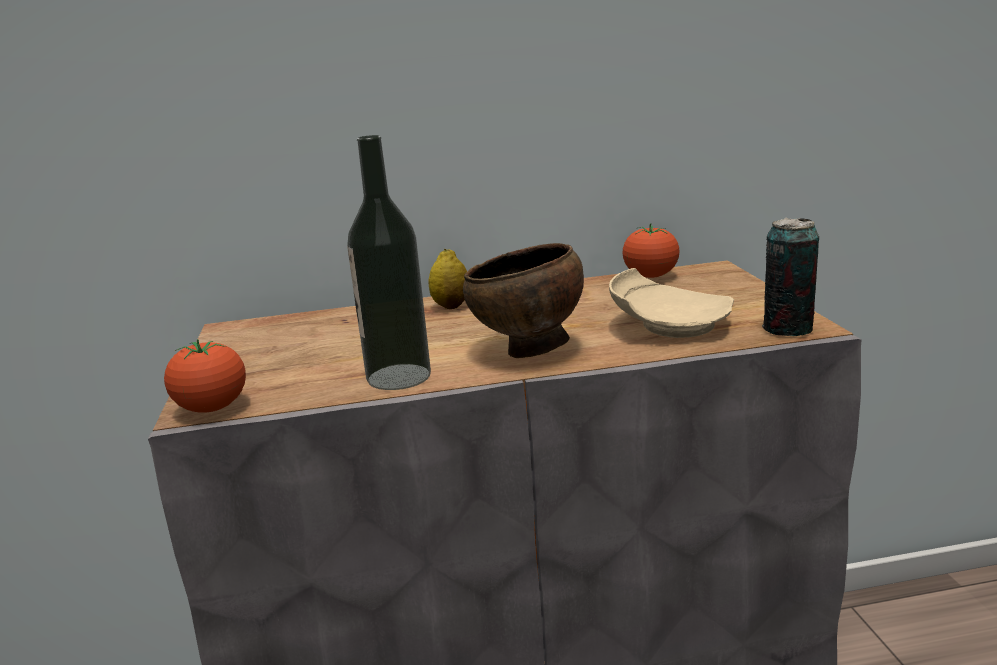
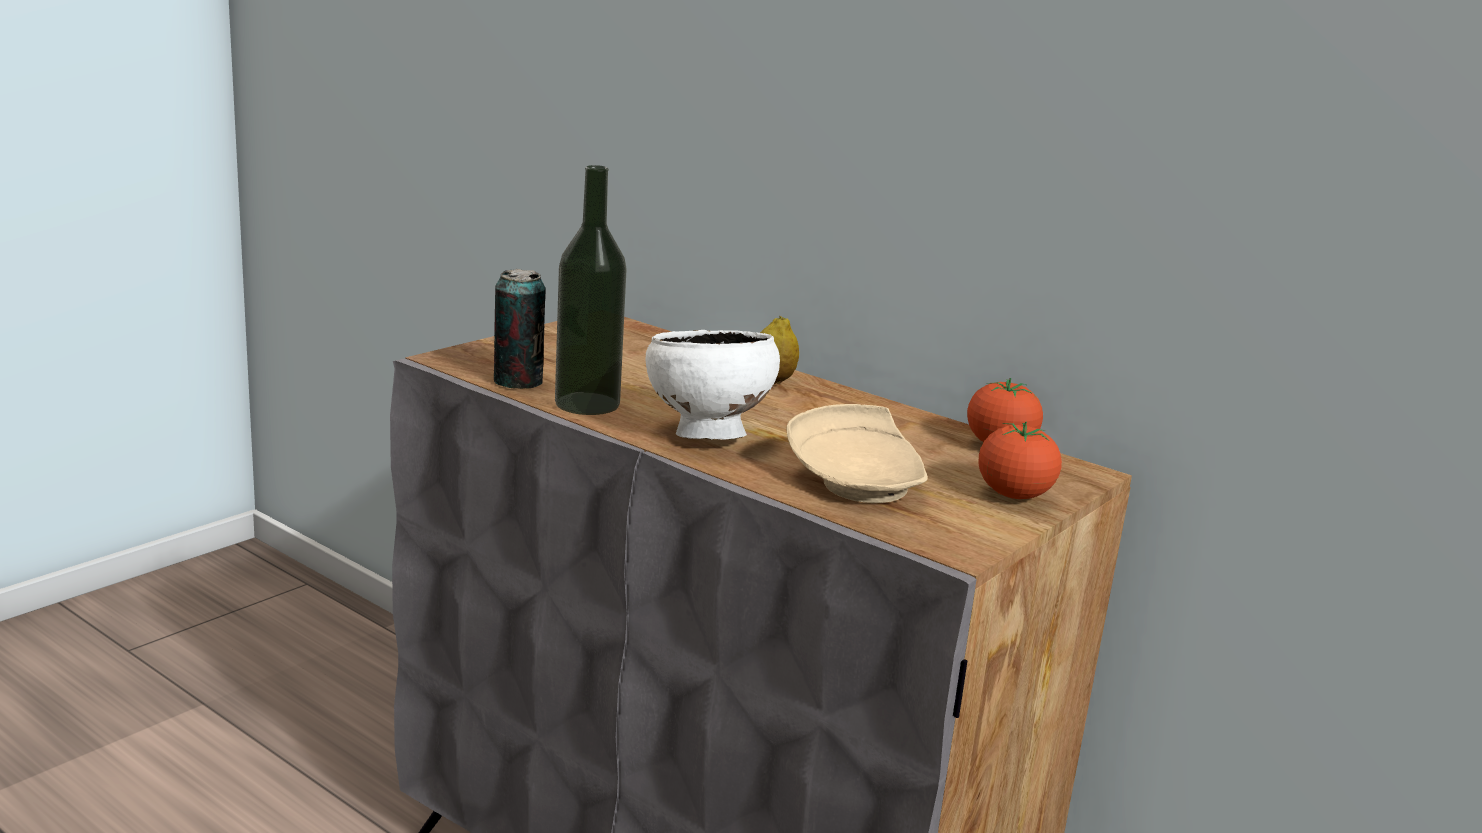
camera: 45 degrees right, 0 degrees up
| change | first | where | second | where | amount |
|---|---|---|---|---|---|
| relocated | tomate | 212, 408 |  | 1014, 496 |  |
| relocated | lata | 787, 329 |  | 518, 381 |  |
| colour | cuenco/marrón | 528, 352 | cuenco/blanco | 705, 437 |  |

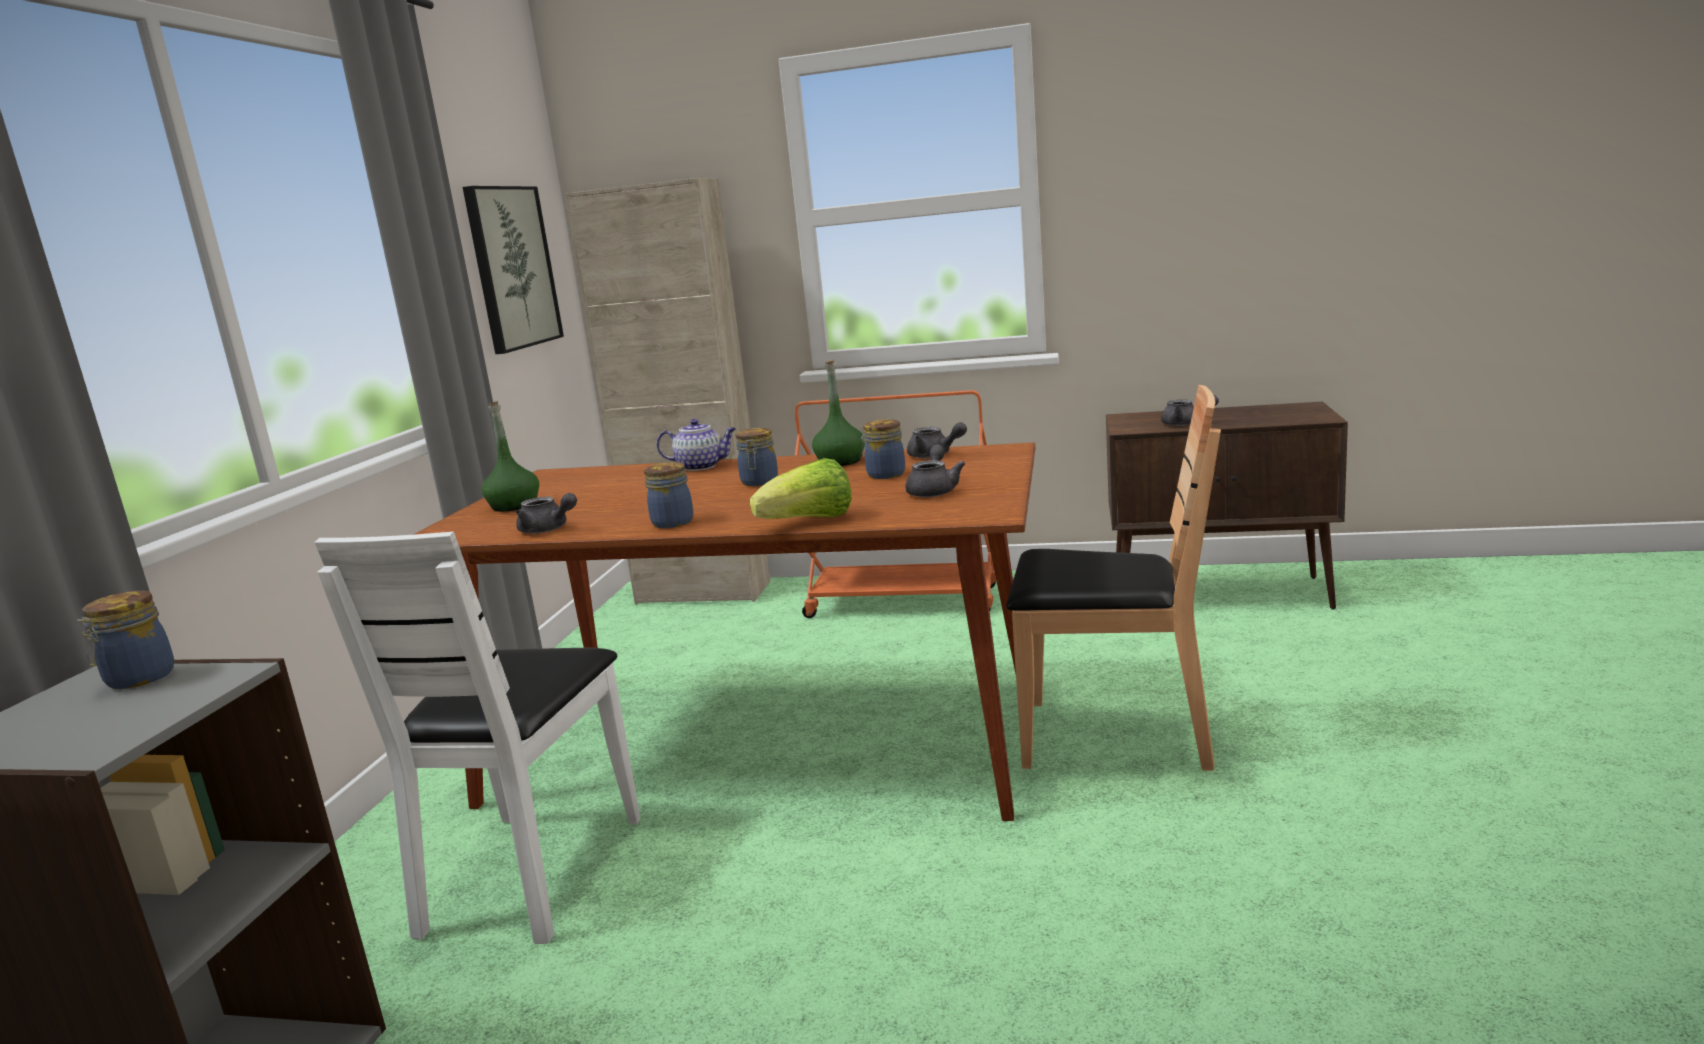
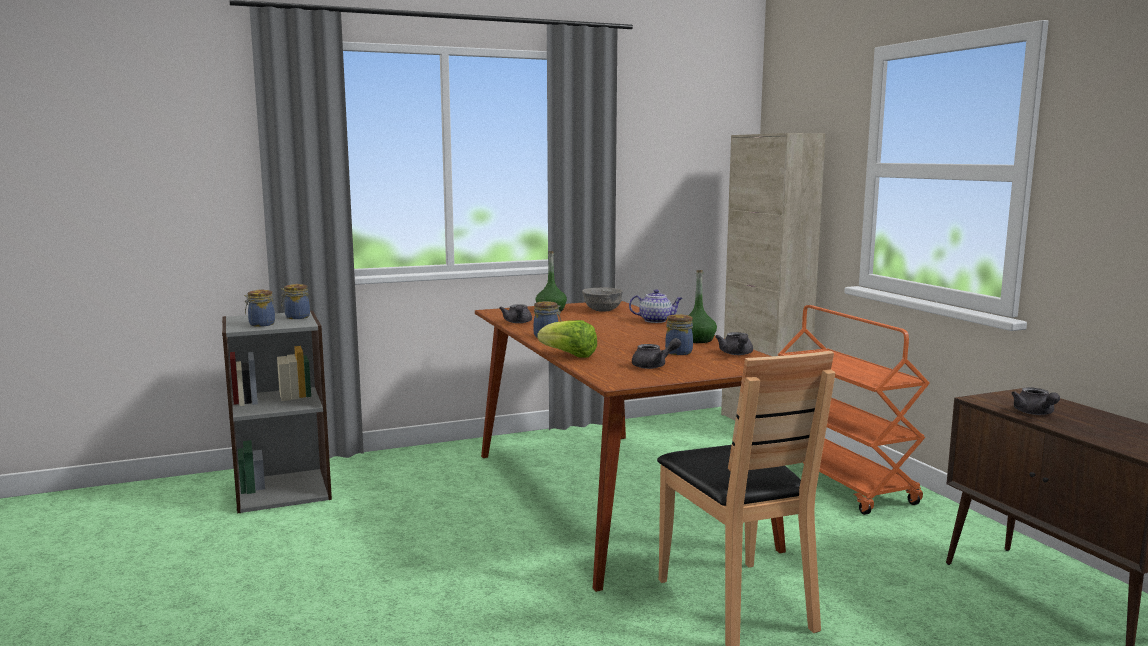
camera: 55 degrees right, 5 degrees down
| change | first | where | second | where | amount |
|---|---|---|---|---|---|
| missing | silla/blanco | 531, 872 |  |  |  |
| missing | cuadro | 512, 268 |  |  |  |
| appeared |  |  | cuenco/gris | 603, 310 |  |
| relocated | tarro | 759, 482 |  | 260, 324 |  |
| spun | tetera | 701, 466 |  | 656, 320 | 60 degrees counterclockwise |

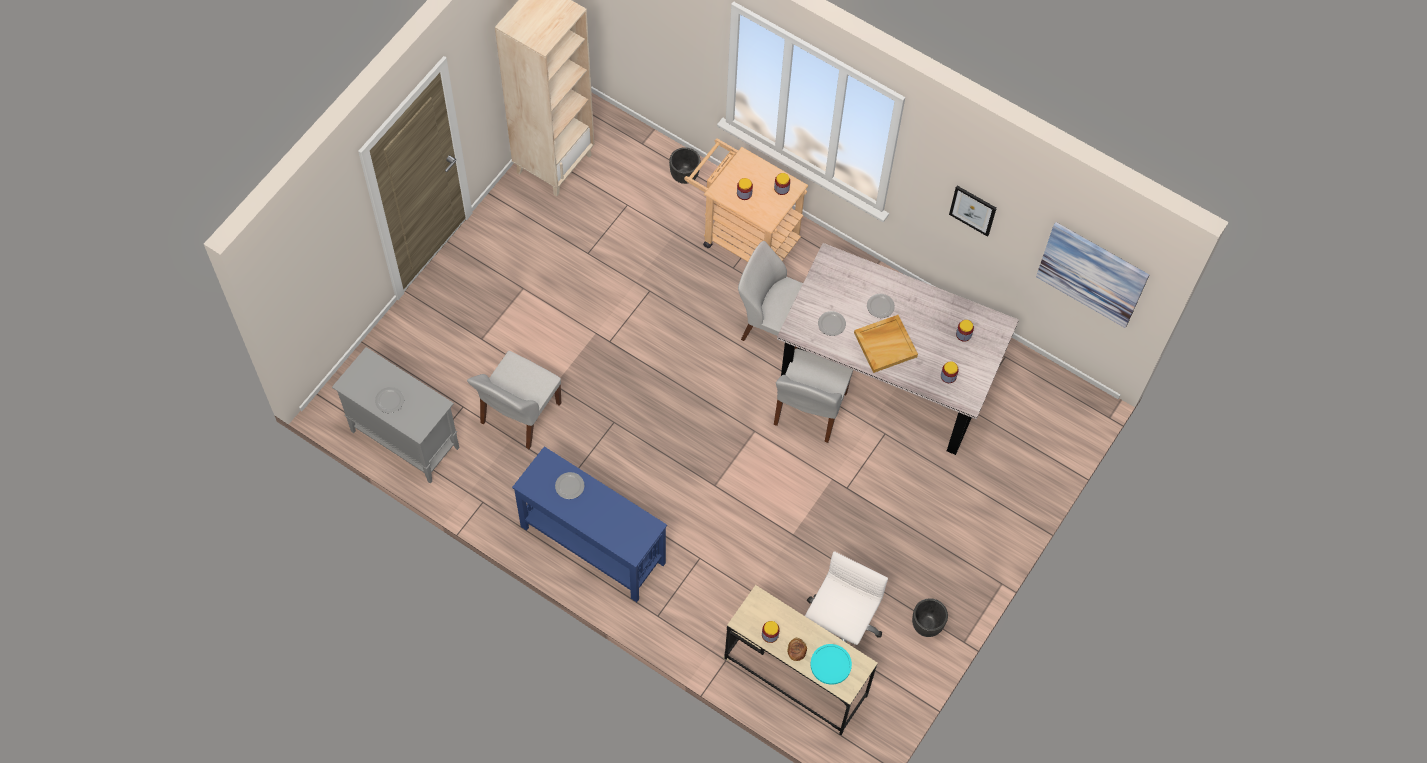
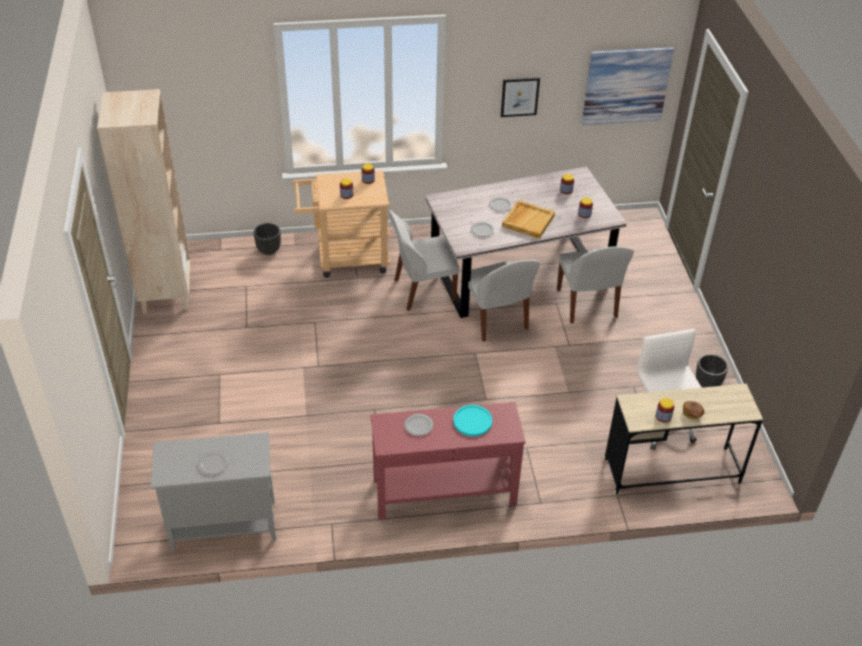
camera: 40 degrees left, 20 degrees down
| change | first | where | second | where | amount |
|---|---|---|---|---|---|
| relocated | silla/blanco | 519, 415 |  | 587, 305 |  |
| relocated | plato/turquesa | 830, 664 |  | 472, 421 |  |
| colour | mesa consola/azul | 592, 544 | mesa consola/rojo | 443, 492 |  |

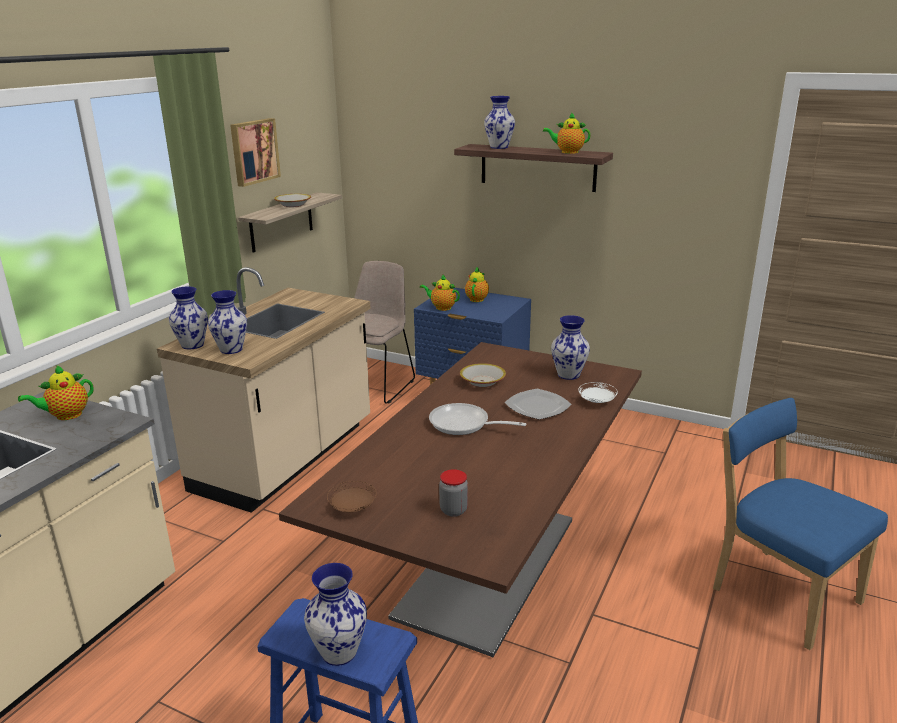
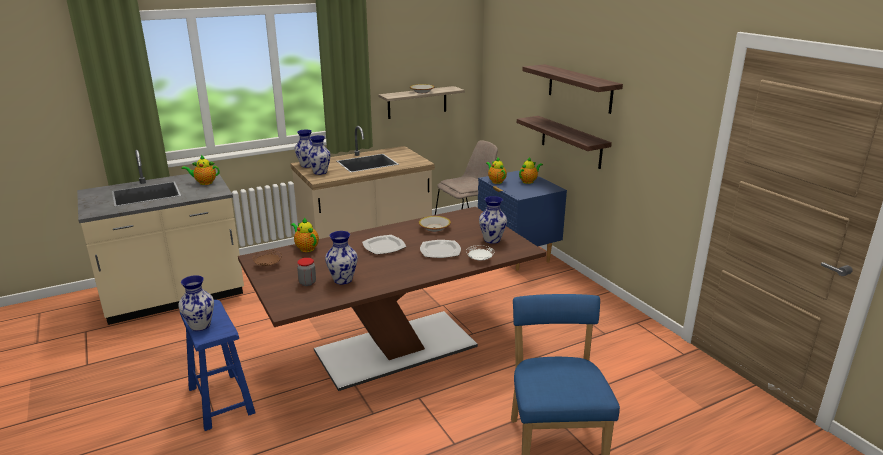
camera: 35 degrees right, 0 degrees up
| change | first | where | second | where | amount |
|---|---|---|---|---|---|
| missing | cuadro | 253, 151 |  |  |  |
| appeared |  |  | estante | 571, 142 |  |
| relocated | florero | 499, 147 |  | 343, 280 |  |
| relocated | tetera | 567, 152 |  | 306, 248 |  |
| exchanged | sartén | 464, 424 | plato | 384, 246 |  |

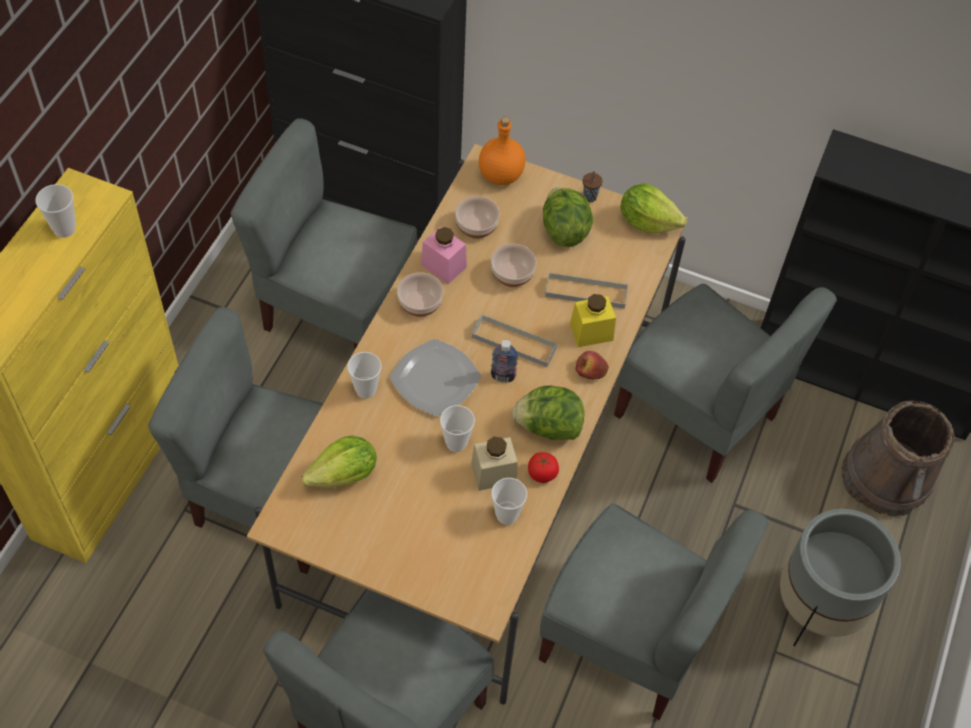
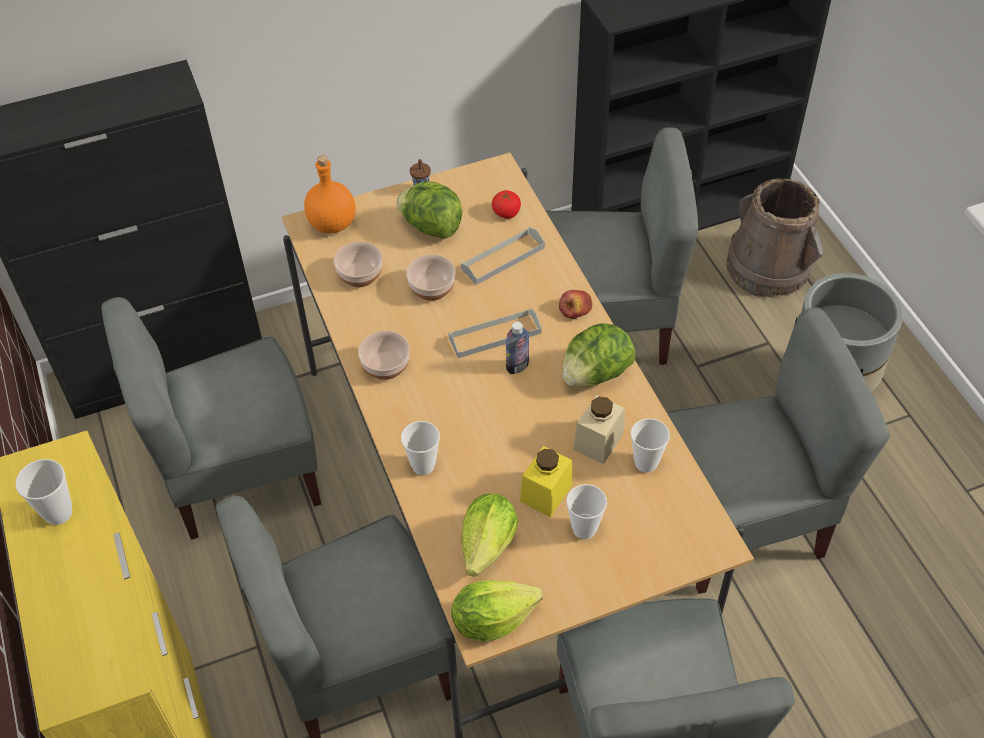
camera: 40 degrees left, 5 degrees down
| change | first | where | second | where | amount |
|---|---|---|---|---|---|
| missing | plato | 436, 379 |  |  |  |
| missing | tarro/rosa | 443, 266 |  |  |  |
| relocated | taza | 456, 443 |  | 584, 529 |  |
| relocated | tomate | 542, 473 |  | 506, 213 |  |
| relocated | tarro/amarillo | 591, 332 |  | 546, 493 |  |
| relocated | lechuga | 647, 221 |  | 492, 620 |  |

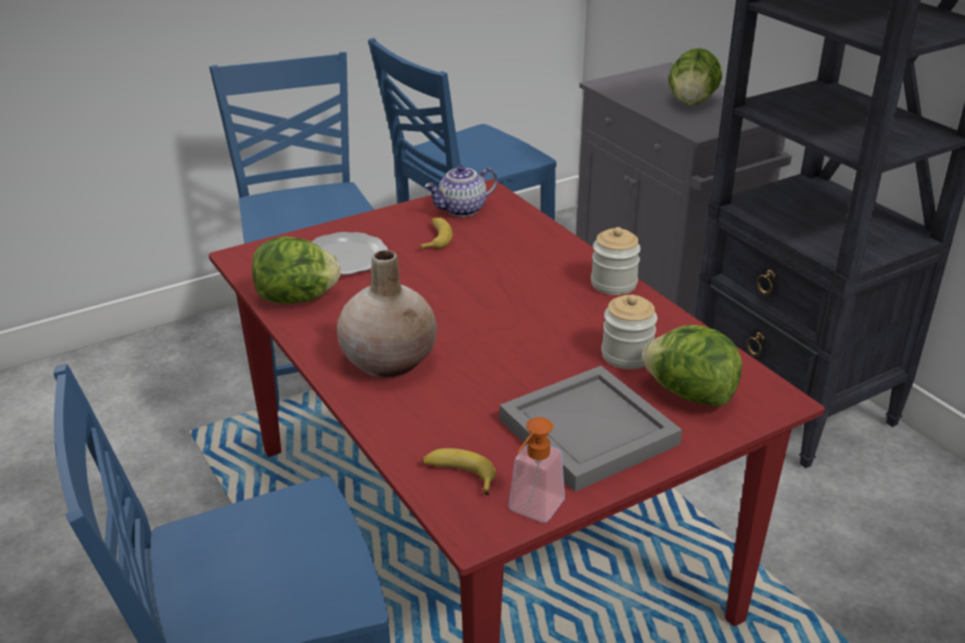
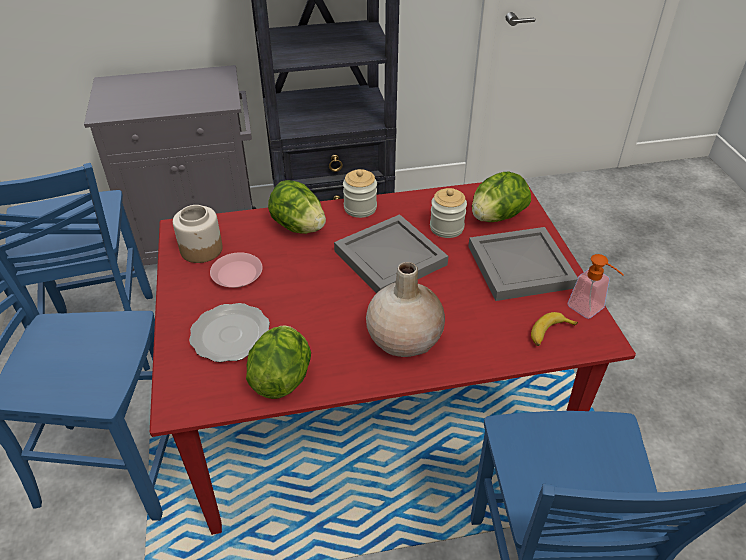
camera: 70 degrees left, 10 degrees up
| change | first | where | second | where | amount |
|---|---|---|---|---|---|
| appeared |  |  | bandeja/gris | 390, 259 |  |
| relocated | lechuga | 692, 102 |  | 298, 227 |  |
| exchanged | plátano | 435, 238 | plato/rosa | 237, 274 |  |
| exchanged | tetera | 462, 210 | tarro | 202, 249 |  |

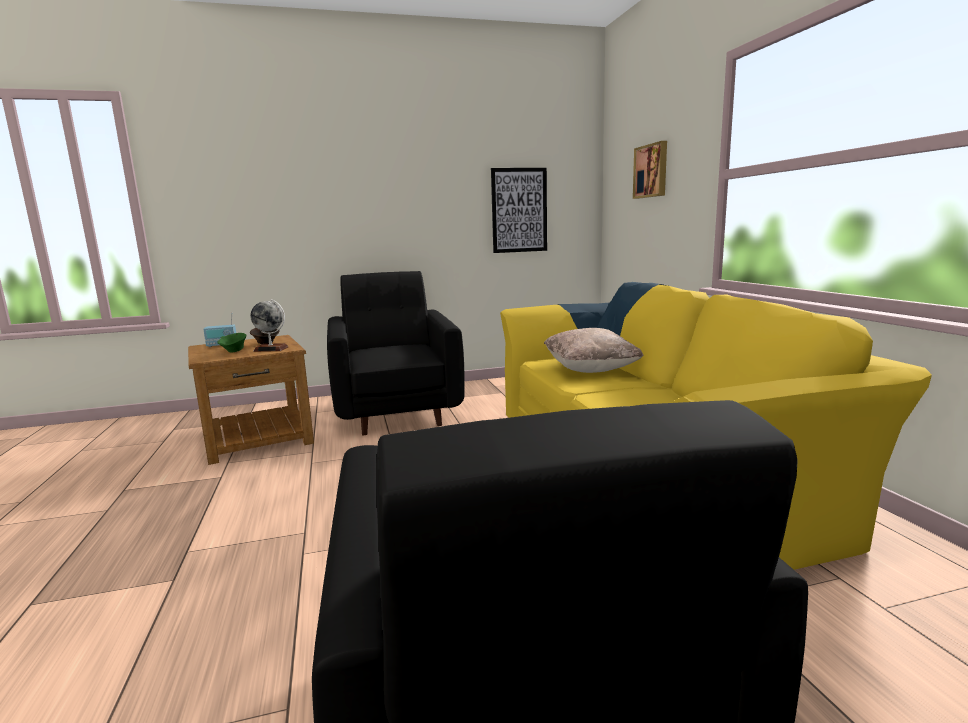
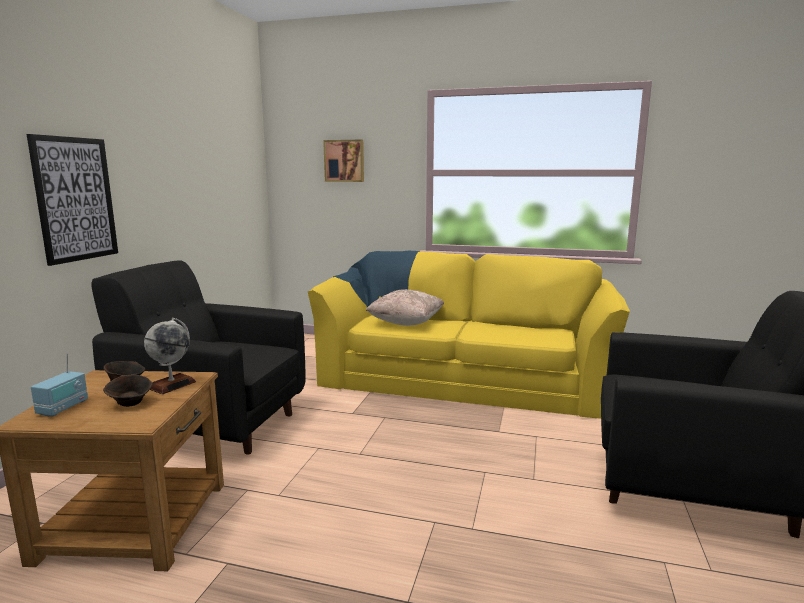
camera: 60 degrees left, 0 degrees up
| change | first | where | second | where | amount |
|---|---|---|---|---|---|
| relocated | cuadro | 519, 210 |  | 75, 199 |  |
| colour | cuenco/verde | 234, 351 | cuenco/marrón | 131, 403 |  |

